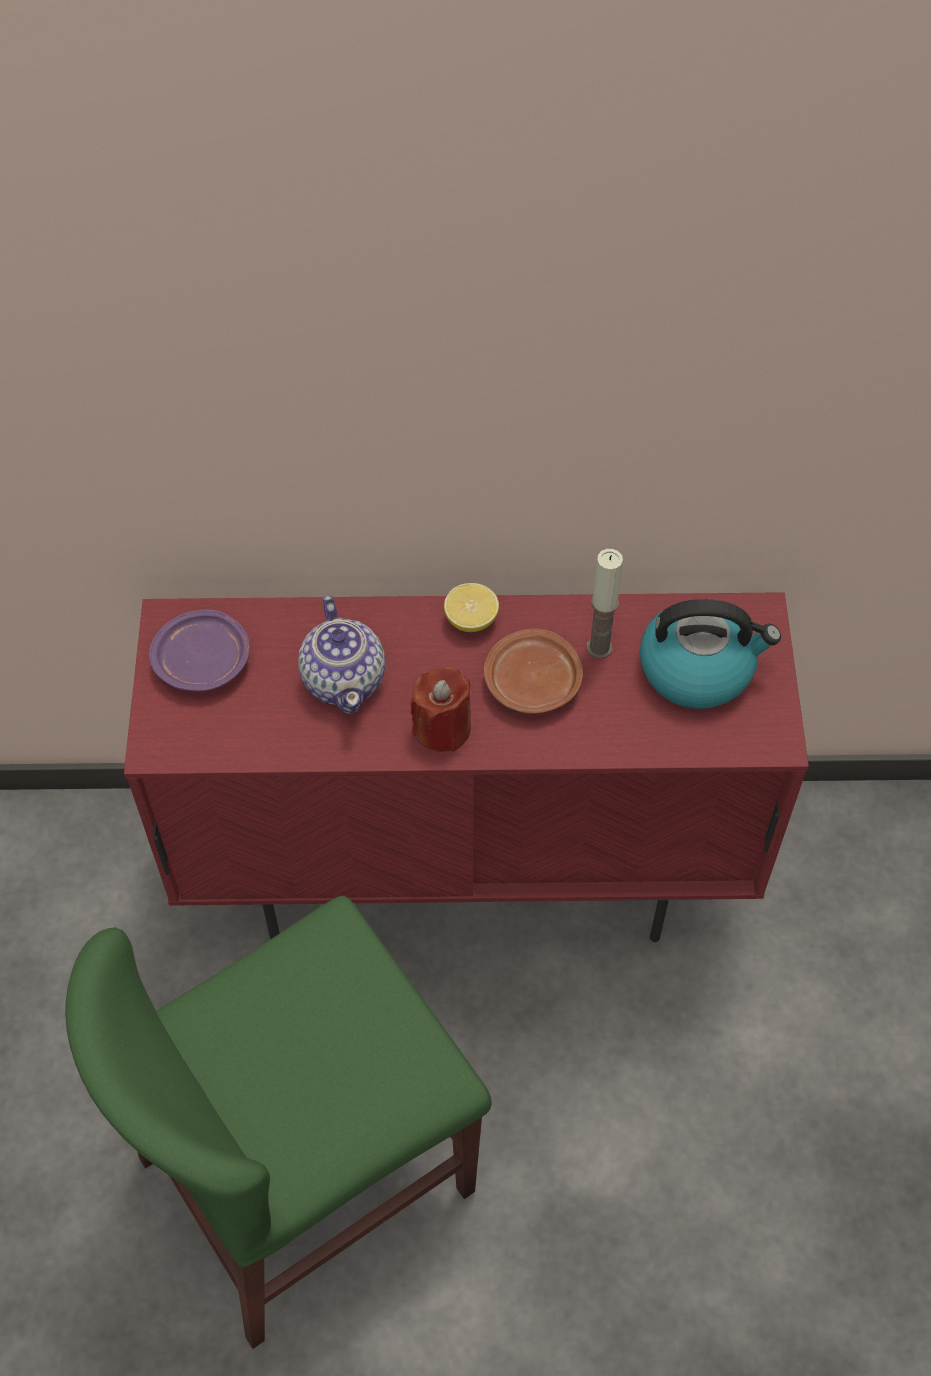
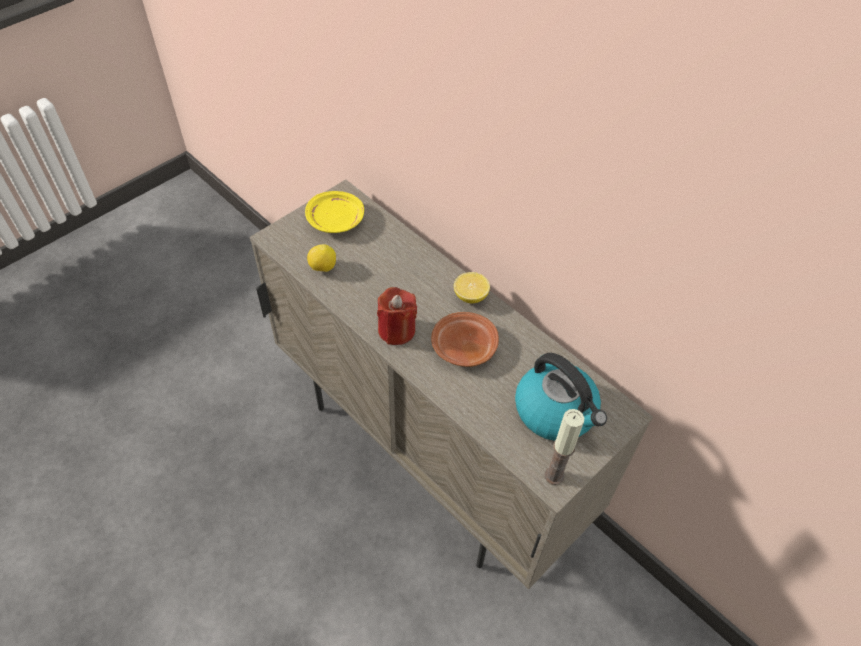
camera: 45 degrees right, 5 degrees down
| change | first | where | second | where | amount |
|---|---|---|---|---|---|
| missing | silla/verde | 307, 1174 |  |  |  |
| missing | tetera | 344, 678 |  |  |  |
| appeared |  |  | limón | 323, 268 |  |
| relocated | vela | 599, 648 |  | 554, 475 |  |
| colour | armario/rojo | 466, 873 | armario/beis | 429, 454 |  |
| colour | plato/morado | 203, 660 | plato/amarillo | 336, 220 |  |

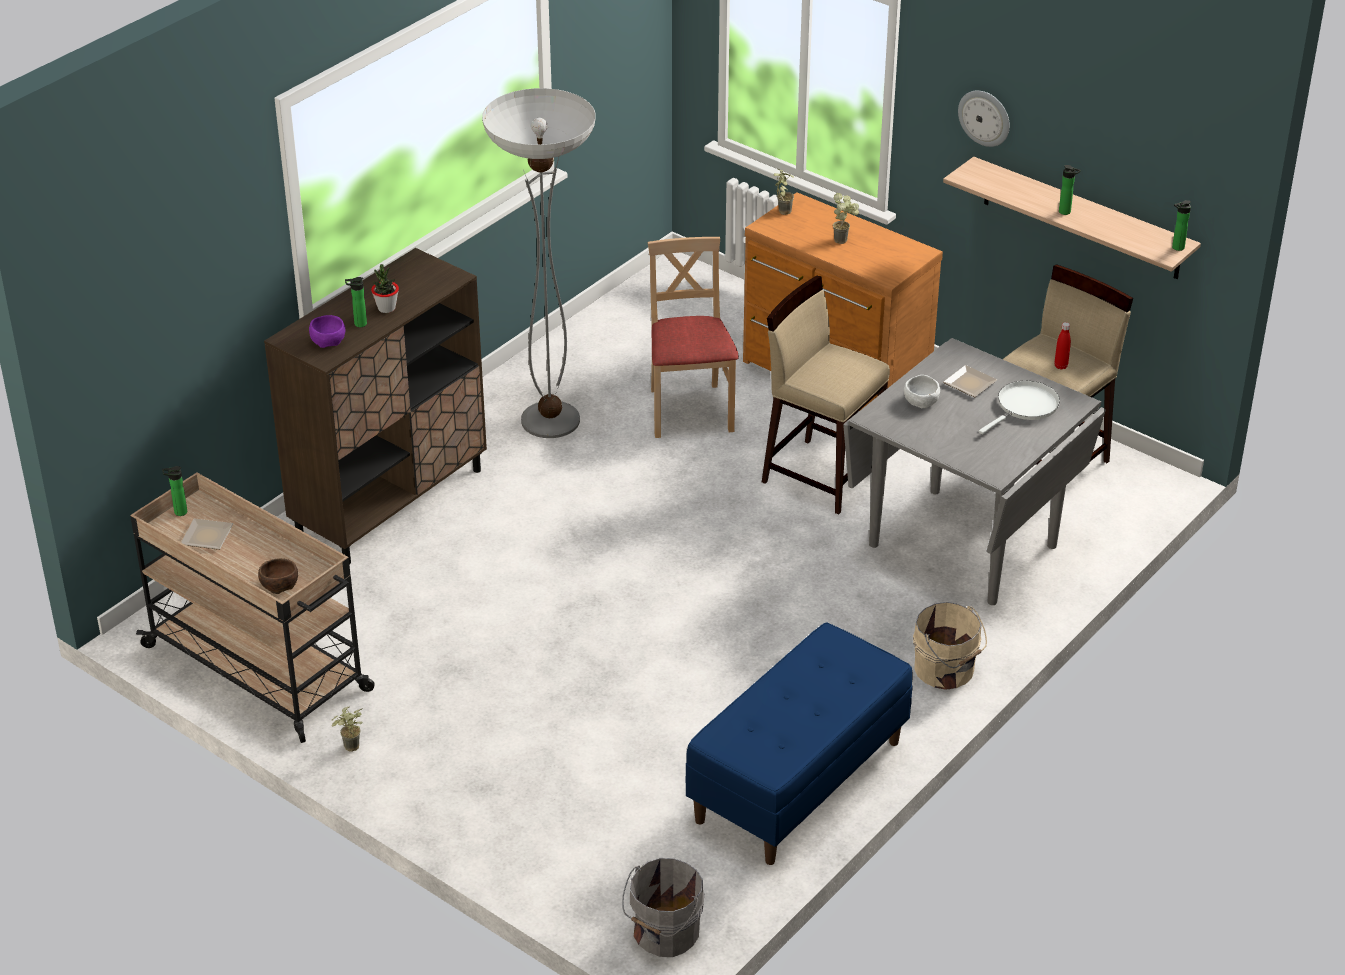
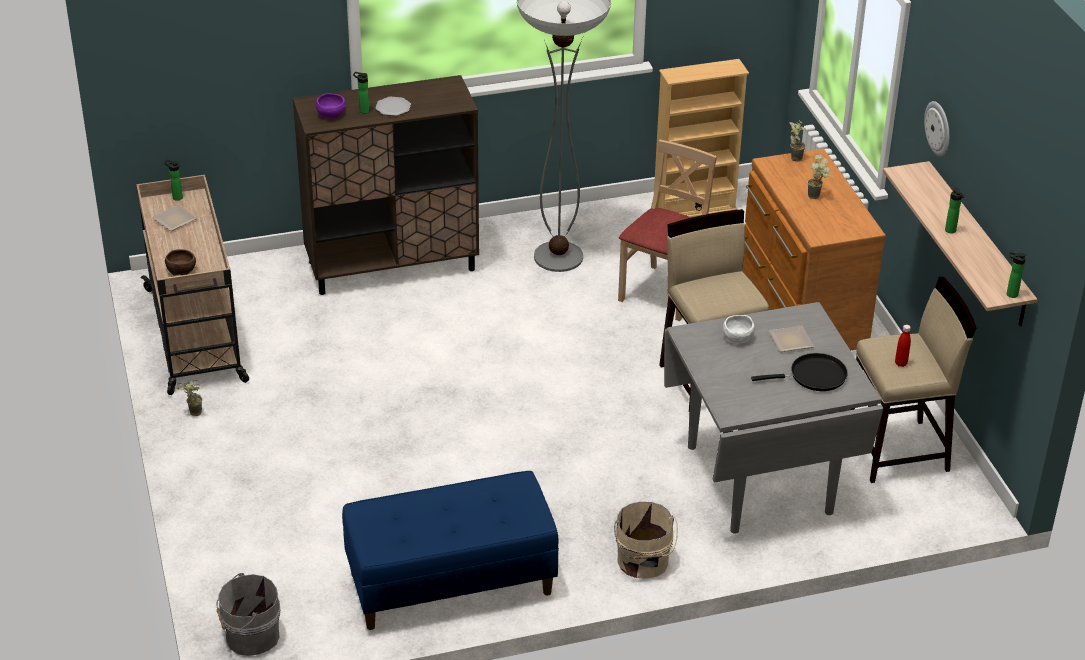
camera: 35 degrees right, 0 degrees up
| change | first | where | second | where | amount |
|---|---|---|---|---|---|
| appeared |  |  | estantería/beis | 694, 209 |  |
| exchanged | planta en maceta | 386, 308 | plato | 392, 107 |  |
| colour | sartén/blanco | 1024, 407 | sartén/negro | 813, 376 |  |

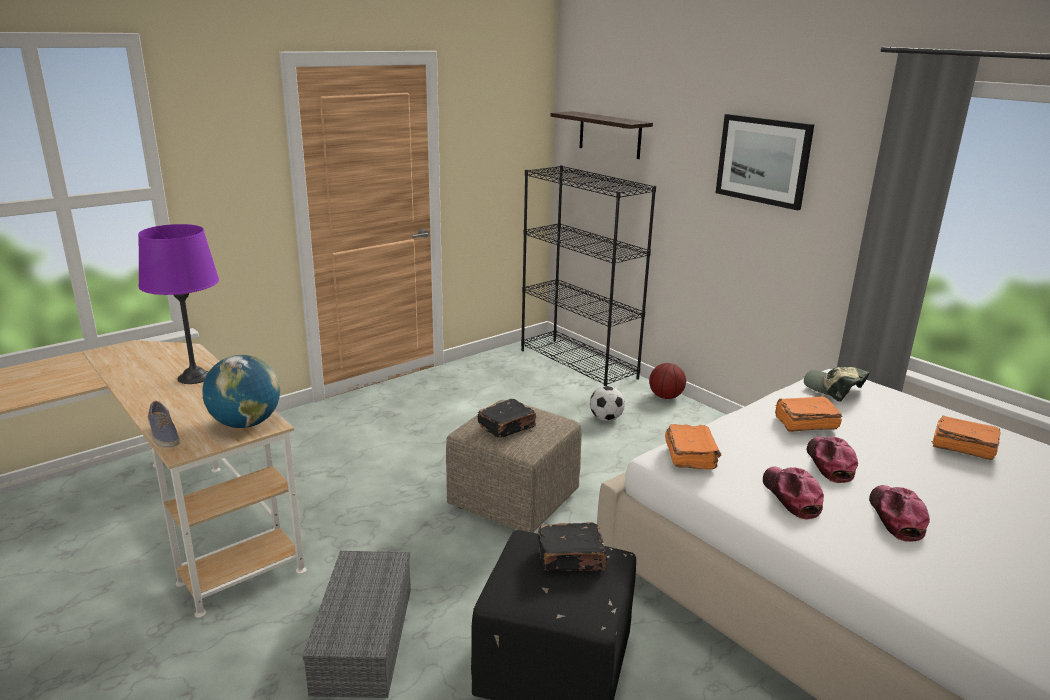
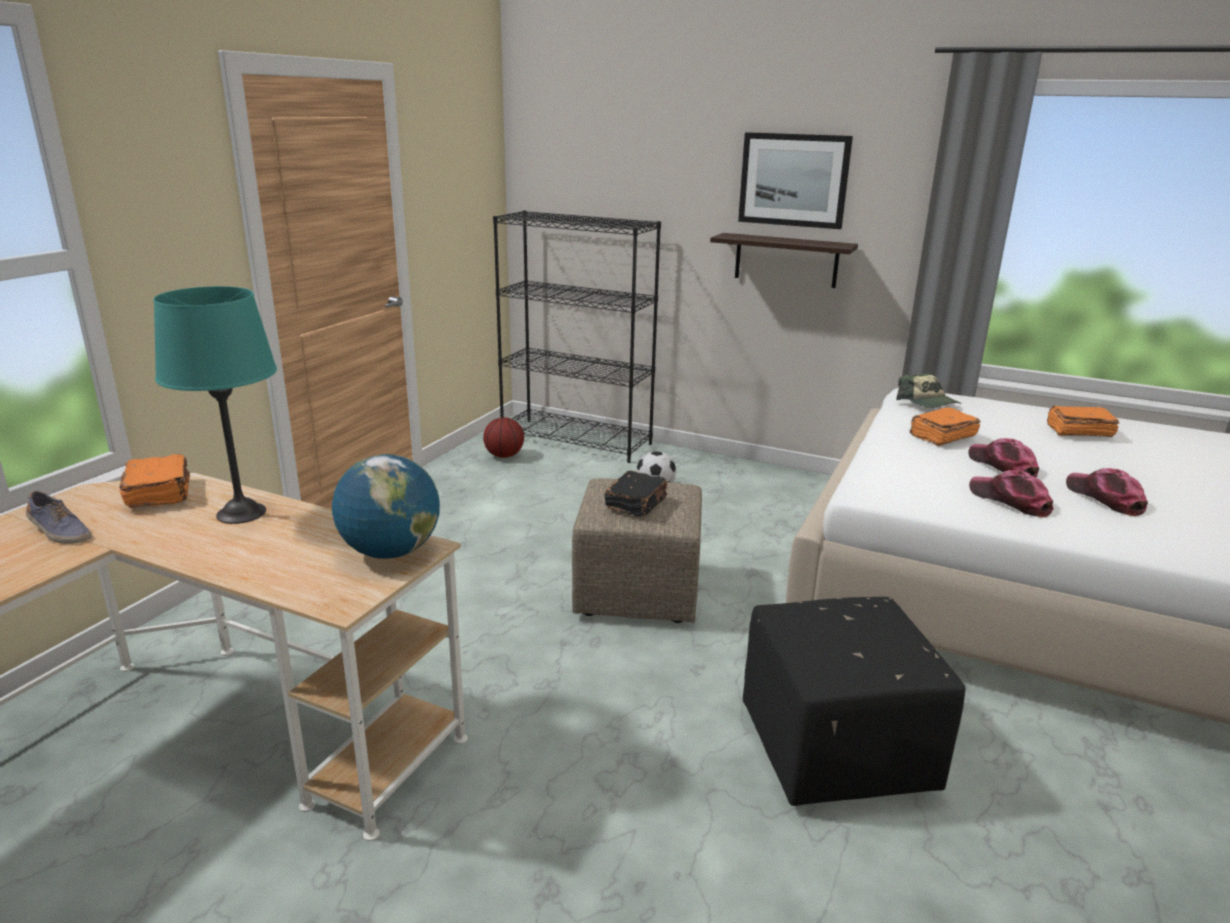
camera: 25 degrees left, 0 degrees up
| change | first | where | second | where | amount |
|---|---|---|---|---|---|
| missing | caja de almacenaje/gris | 362, 637 |  |  |  |
| missing | libro/negro | 572, 558 |  |  |  |
| relocated | zapato | 163, 435 |  | 59, 532 |  |
| relocated | estante | 610, 135 |  | 786, 260 |  |
| relocated | balón de baloncesto | 666, 397 |  | 504, 456 |  |
| relocated | libro/naranja | 690, 456 |  | 160, 494 |  |
| colour | lámpara de mesa/morado | 194, 377 | lámpara de mesa/turquesa | 241, 513 |  |
| spun | gorra | 833, 389 |  | 928, 403 | 135 degrees counterclockwise |

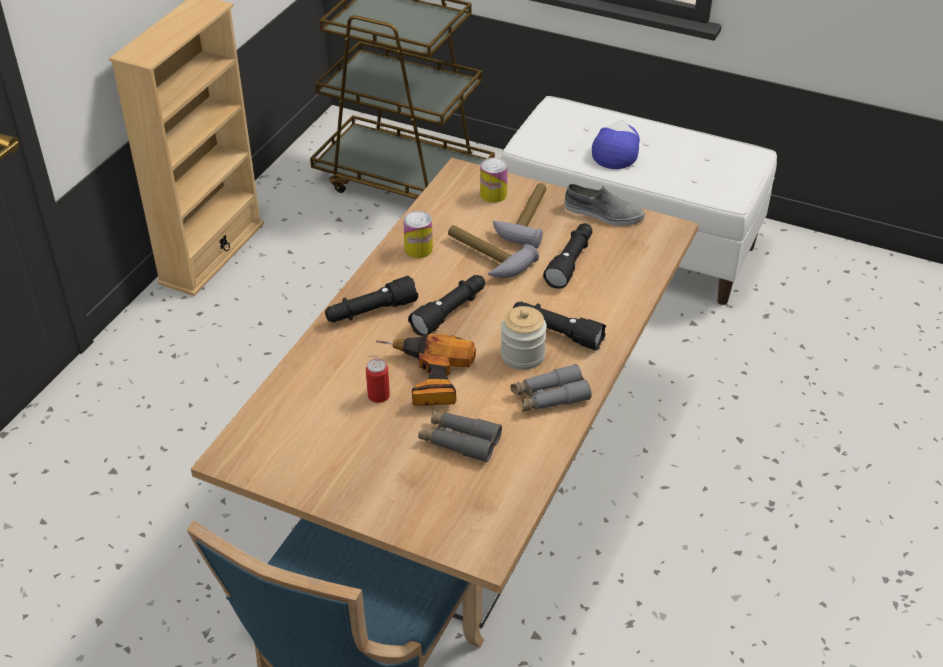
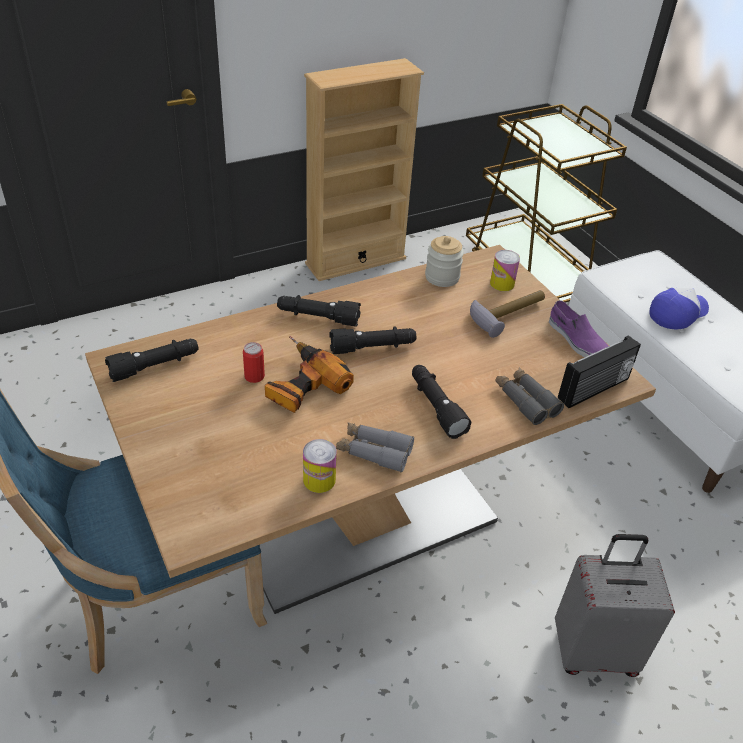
camera: 35 degrees right, 0 degrees up
| change | first | where | second | where | amount |
|---|---|---|---|---|---|
| missing | martillo | 485, 258 |  |  |  |
| appeared |  |  | maleta/gris | 593, 650 |  |
| appeared |  |  | radio | 594, 389 |  |
| relocated | lata | 418, 249 |  | 319, 480 |  |
| relocated | prismáticos/gris | 459, 441 |  | 526, 400 |  |
| relocated | tarro | 522, 355 |  | 442, 277 |  |
| relocated | linterna/negro | 570, 262 |  | 155, 366 |  |
| colour | zapato/gris | 603, 214 | zapato/morado | 577, 340 |  |

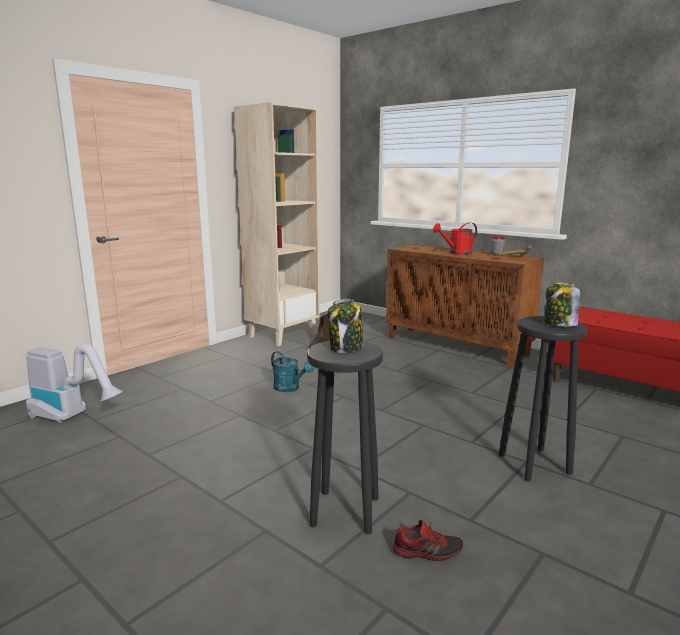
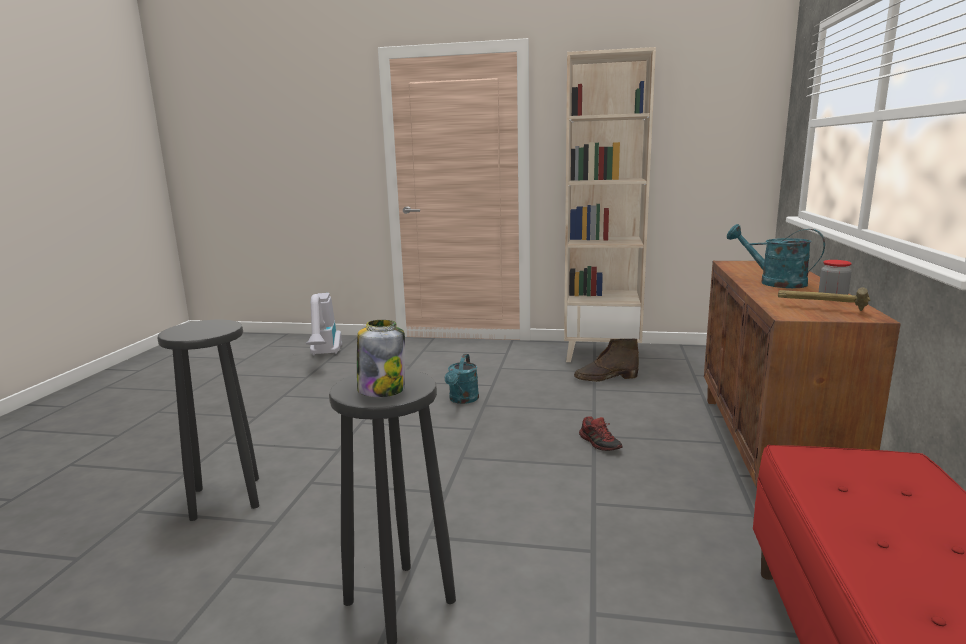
camera: 60 degrees right, 0 degrees up
| change | first | where | second | where | amount |
|---|---|---|---|---|---|
| missing | tarro | 346, 348 |  |  |  |
| relocated | zapato | 427, 551 |  | 600, 443 |  |
| colour | regadera/rojo | 456, 253 | regadera/turquesa | 774, 283 |  |

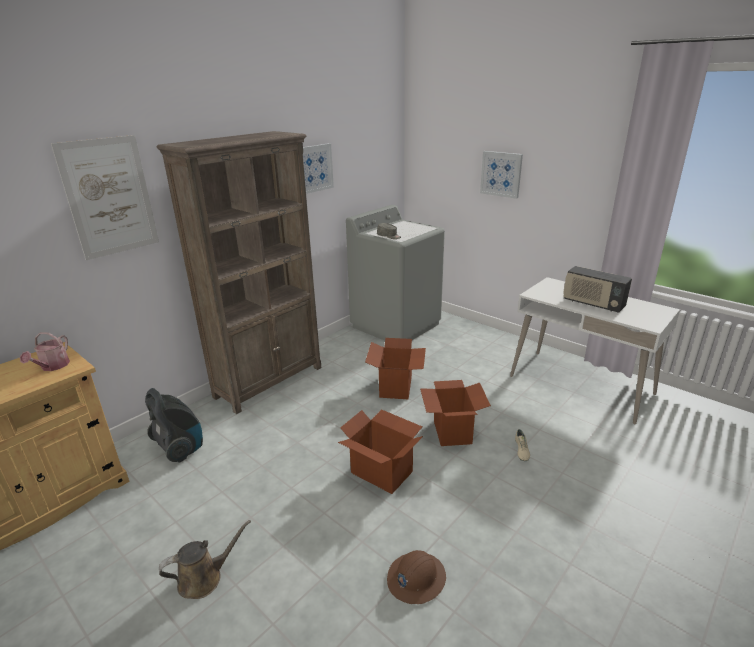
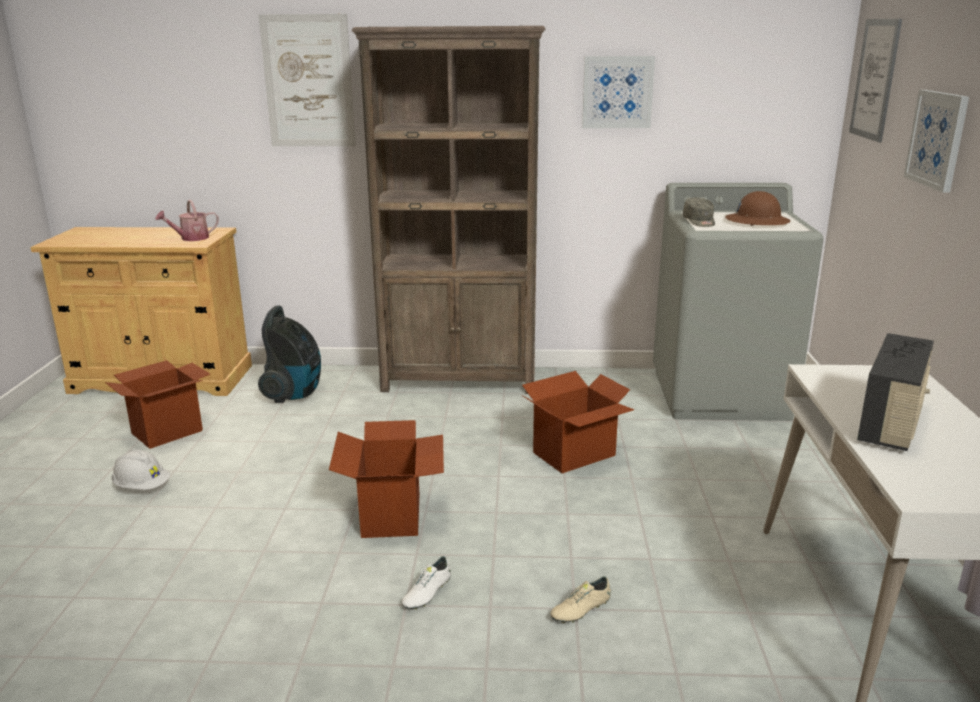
camera: 50 degrees right, 5 degrees down
| change | first | where | second | where | amount |
|---|---|---|---|---|---|
| appeared |  |  | zapato/blanco | 427, 593 |  |
| appeared |  |  | cuadro | 875, 79 |  |
| relocated | casco/marrón | 416, 578 |  | 757, 221 |  |
| relocated | caja de cartón | 452, 432 |  | 167, 432 |  |
| exchanged | regadera/marrón | 204, 578 | casco/blanco | 142, 487 |  |
| spun | radio | 593, 304 |  | 891, 424 | 150 degrees counterclockwise |

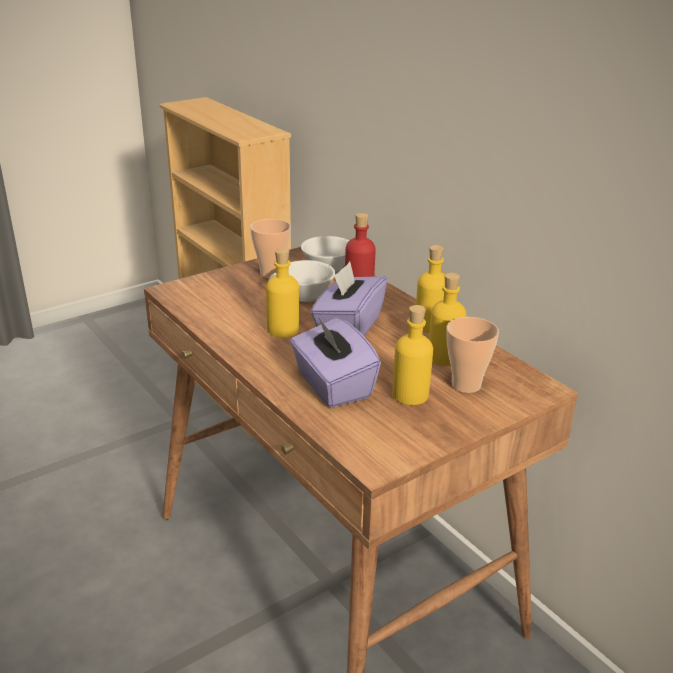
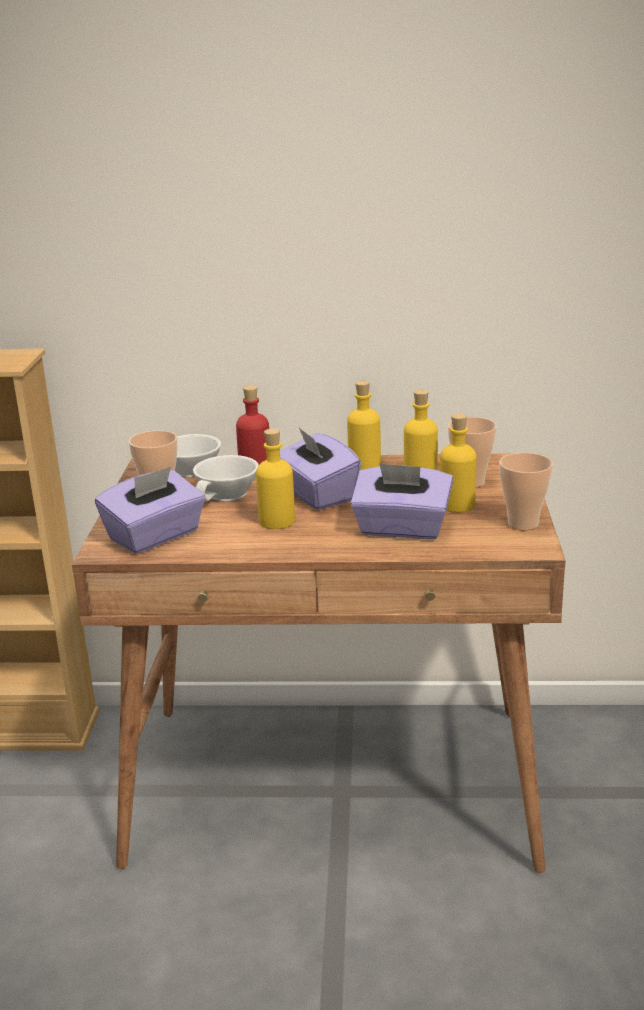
camera: 50 degrees left, 5 degrees down
| change | first | where | second | where | amount |
|---|---|---|---|---|---|
| appeared |  |  | caja de pañuelos/morado | 155, 536 |  |
| appeared |  |  | taza | 523, 524 |  |

